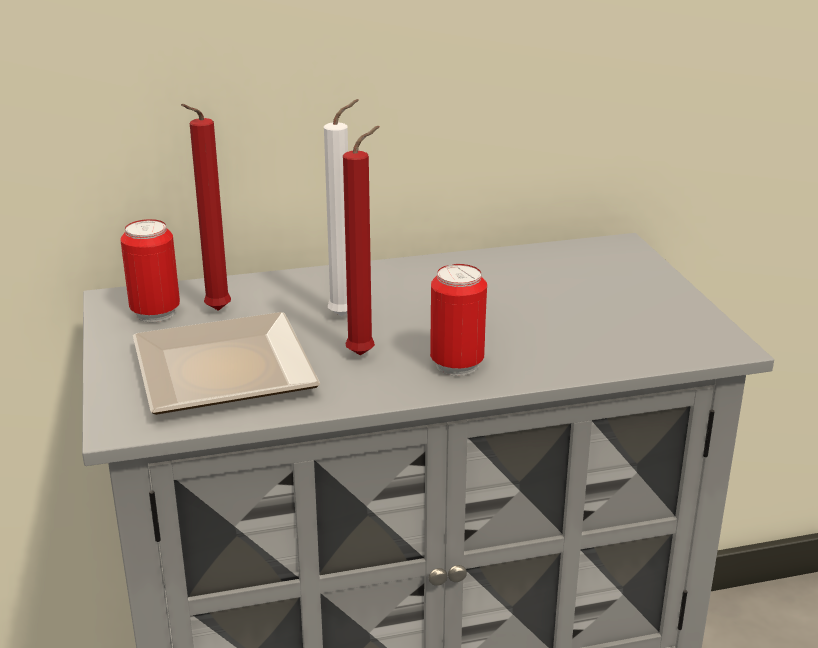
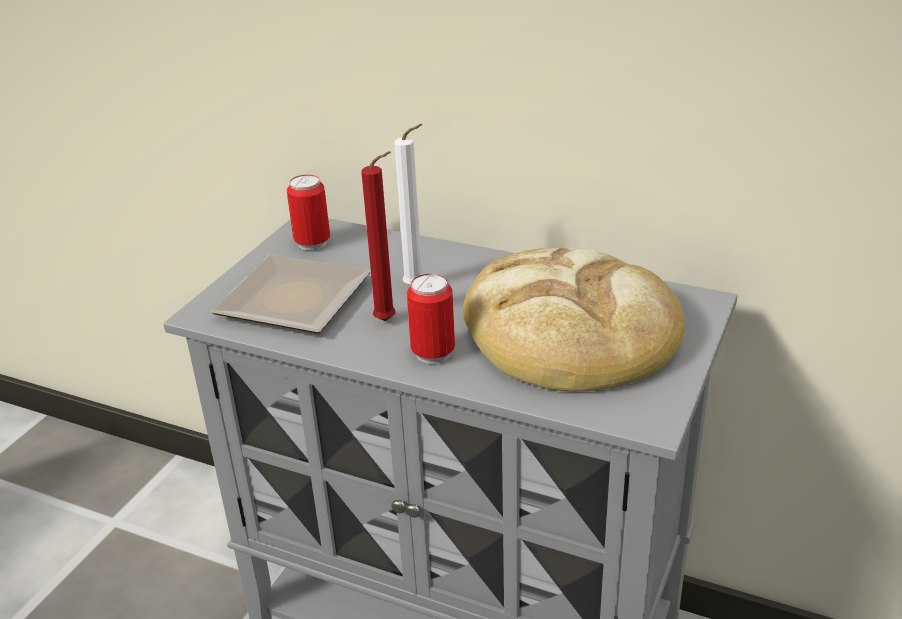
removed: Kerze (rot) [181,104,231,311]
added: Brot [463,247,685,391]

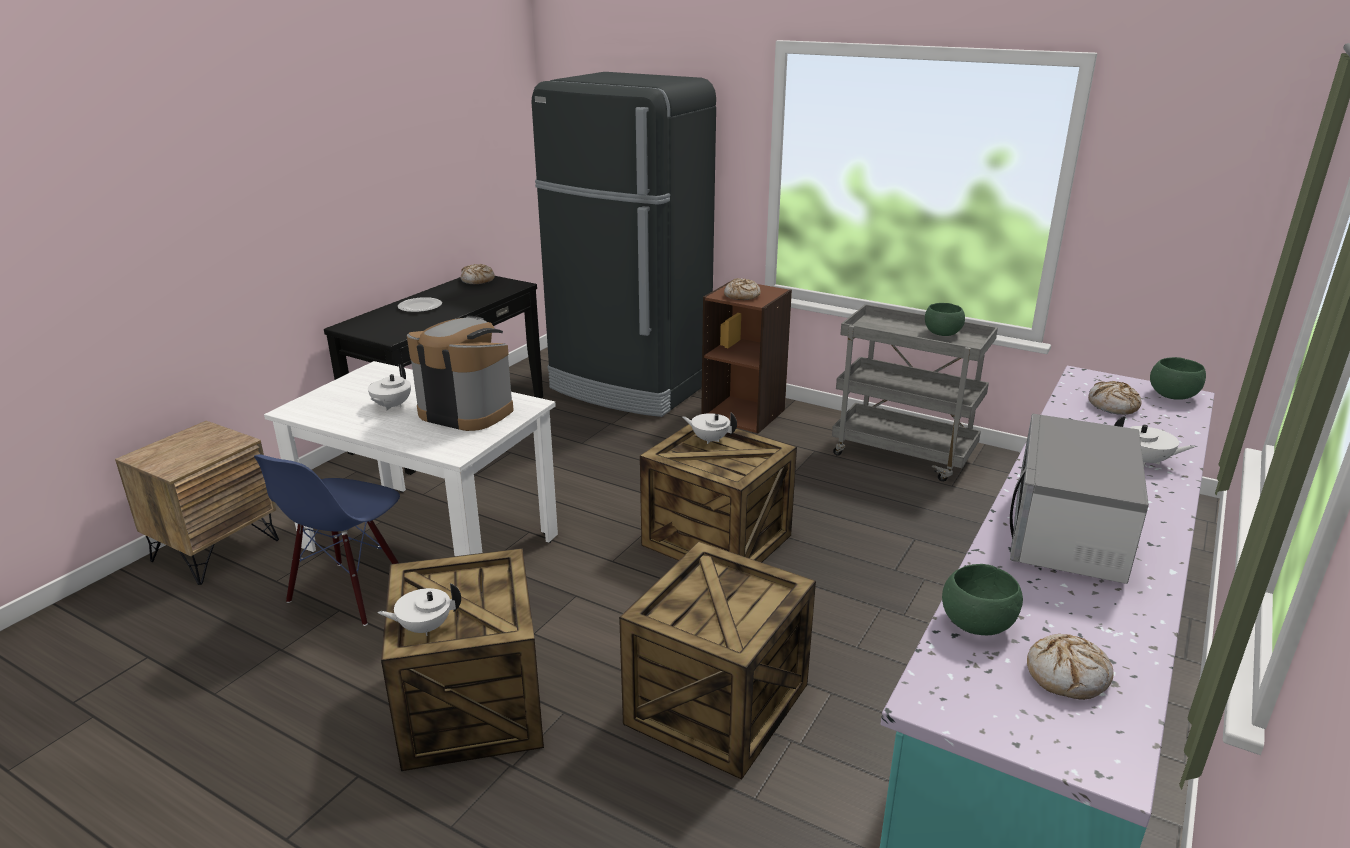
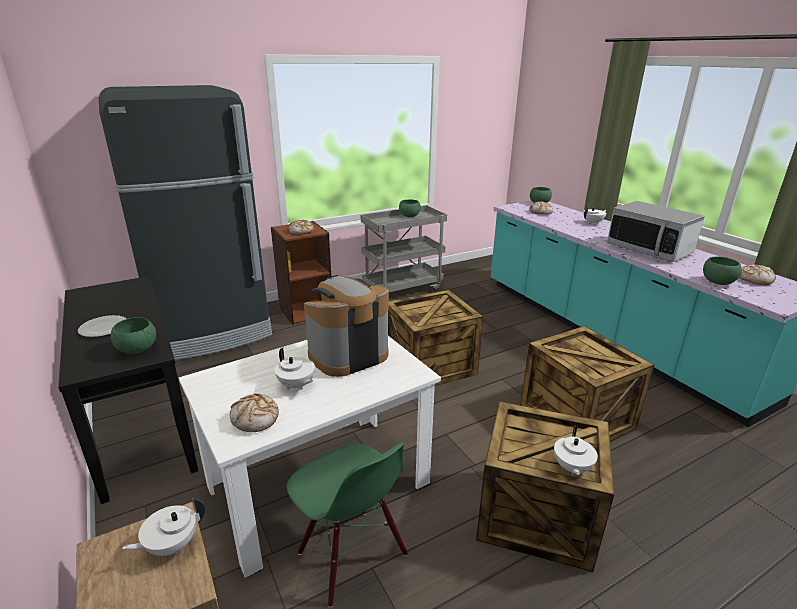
added: Schüssel (grün) [111,317,156,354]
moved: Brot [461,264,495,284] to [230,394,279,432]; Teekanne (weiß) [683,413,737,444] to [122,499,205,556]
recoloured: Stuhl (blau) [254,454,400,626] to Stuhl (grün) [286,443,408,607]

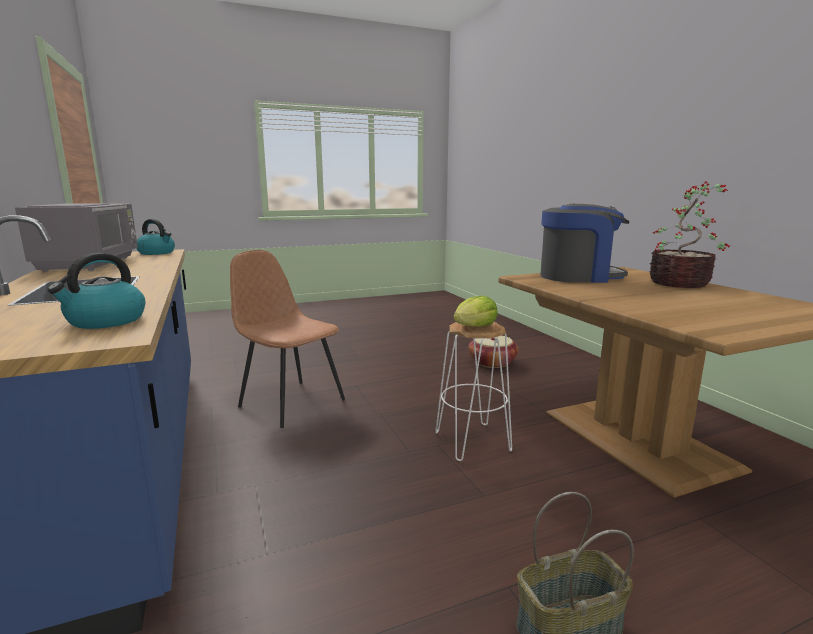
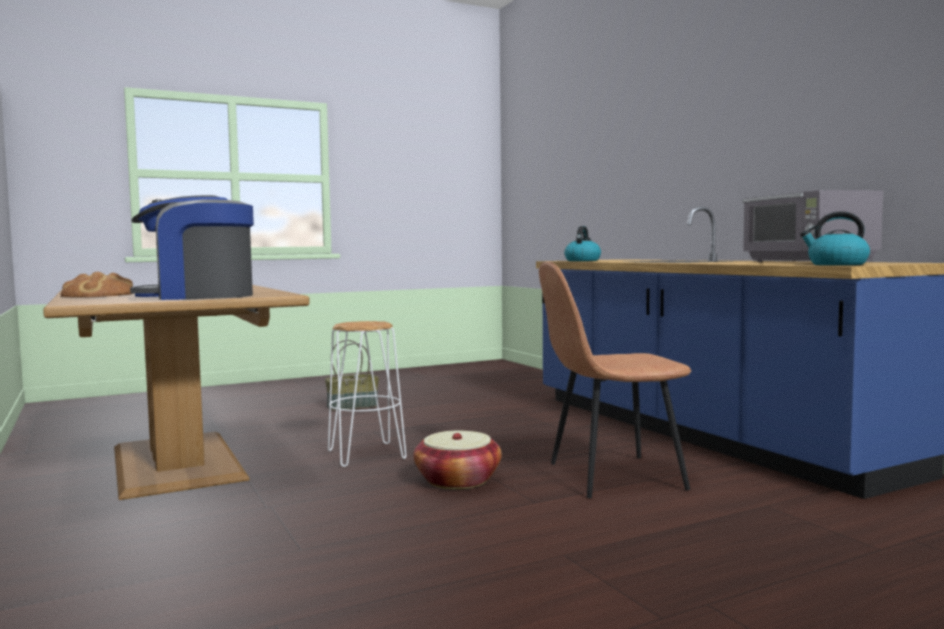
removed: Salatkopf [453,296,498,327]
moved: Korb [469,335,518,368] to [413,431,502,489]
replaced: Topfpflanze [650,181,730,288] to Brot [61,271,134,298]
turned: Stuhl (braun) [230,250,345,428] = [539,262,691,498] 135 degrees clockwise

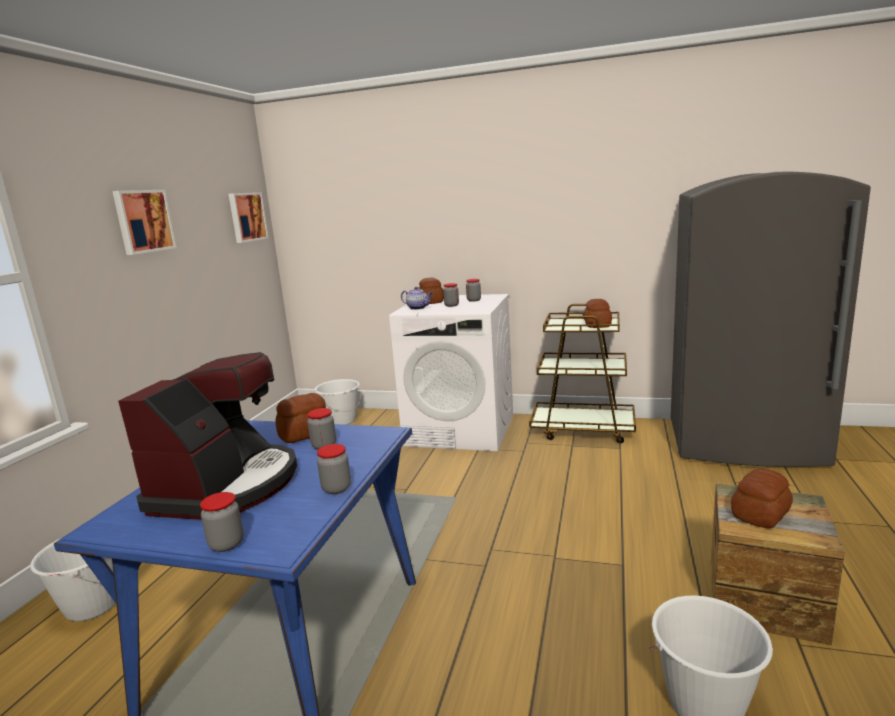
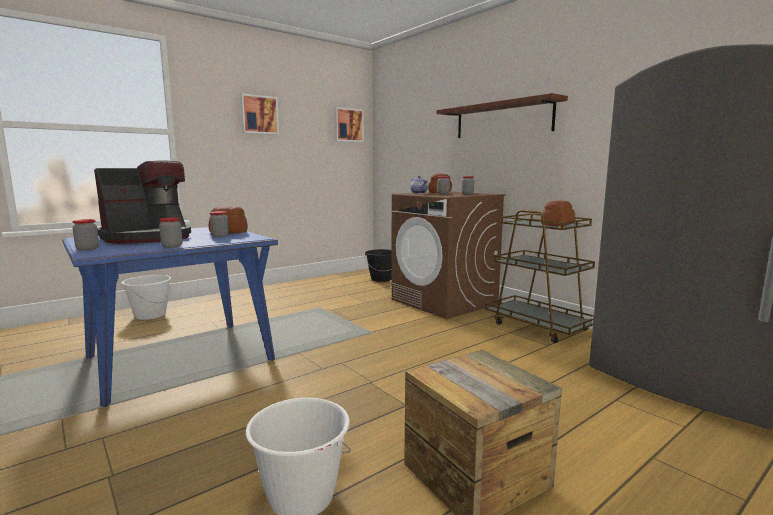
removed: Brot [731,468,793,529]
added: Wandregal (braun) [437,93,568,138]
recoloured: Waschmaschine (weiß) [389,294,513,451] to Waschmaschine (braun) [391,192,506,319]; Eimer (weiß) [315,379,361,425] to Eimer (schwarz) [365,249,392,282]

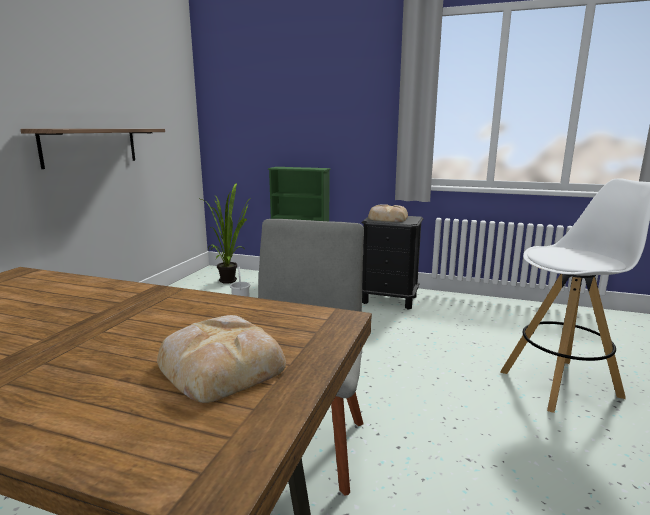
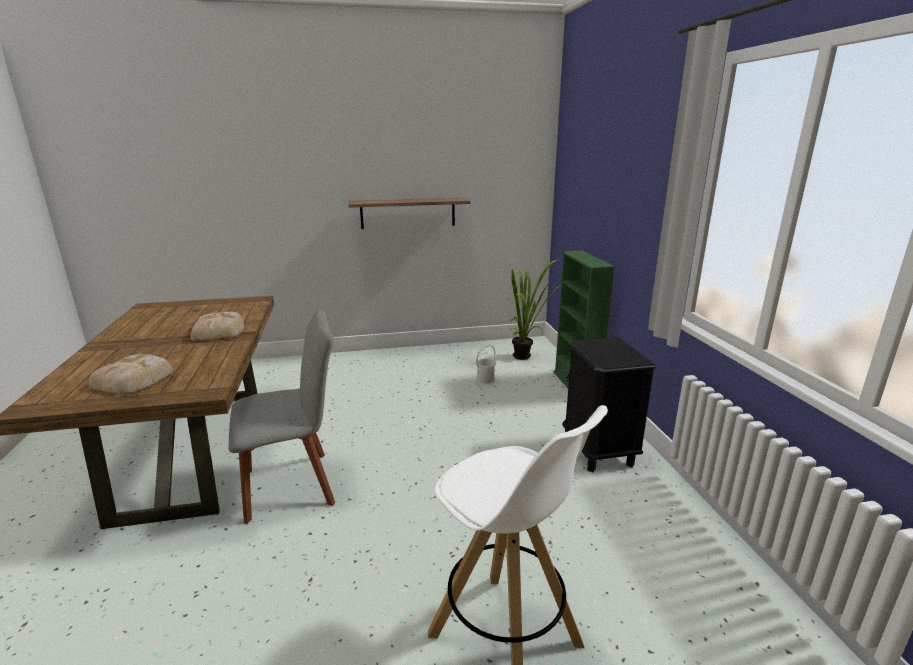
moved: Brot [368,204,408,222] to [191,312,244,341]

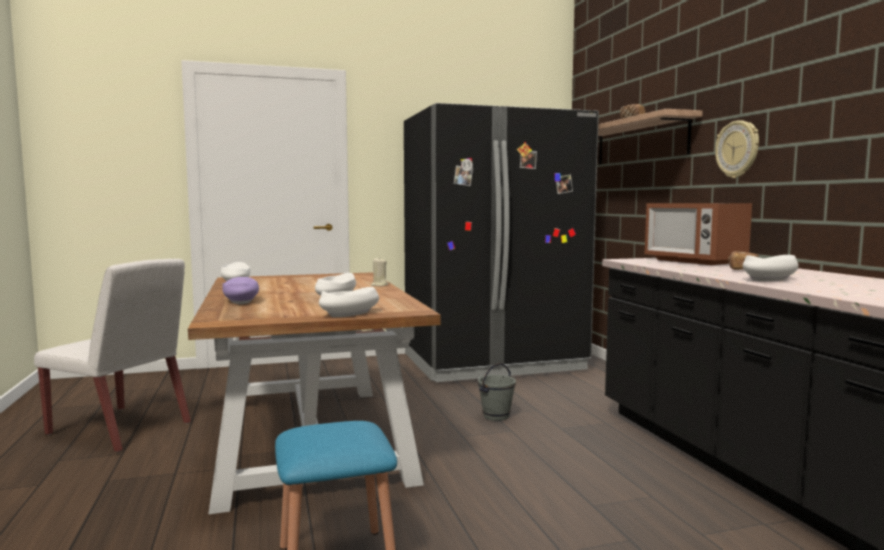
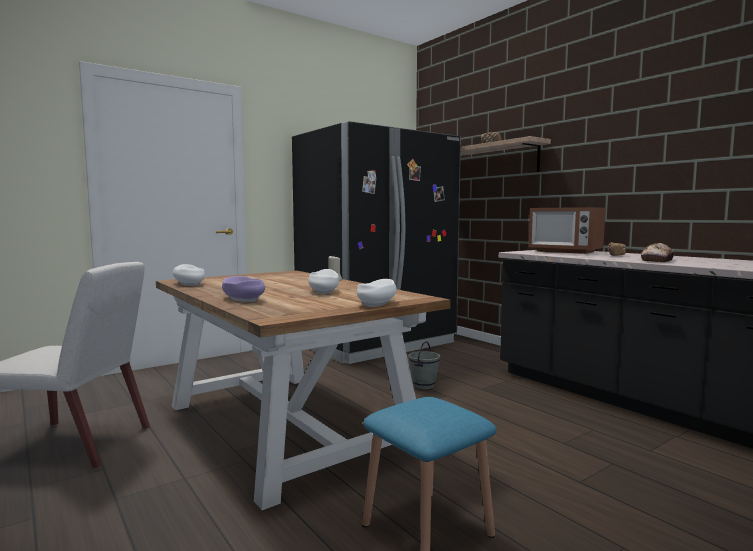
removed: Wanduhr [715,120,759,178]
replaced: Schüssel (weiß) [743,255,799,281] to Brot [641,243,675,262]

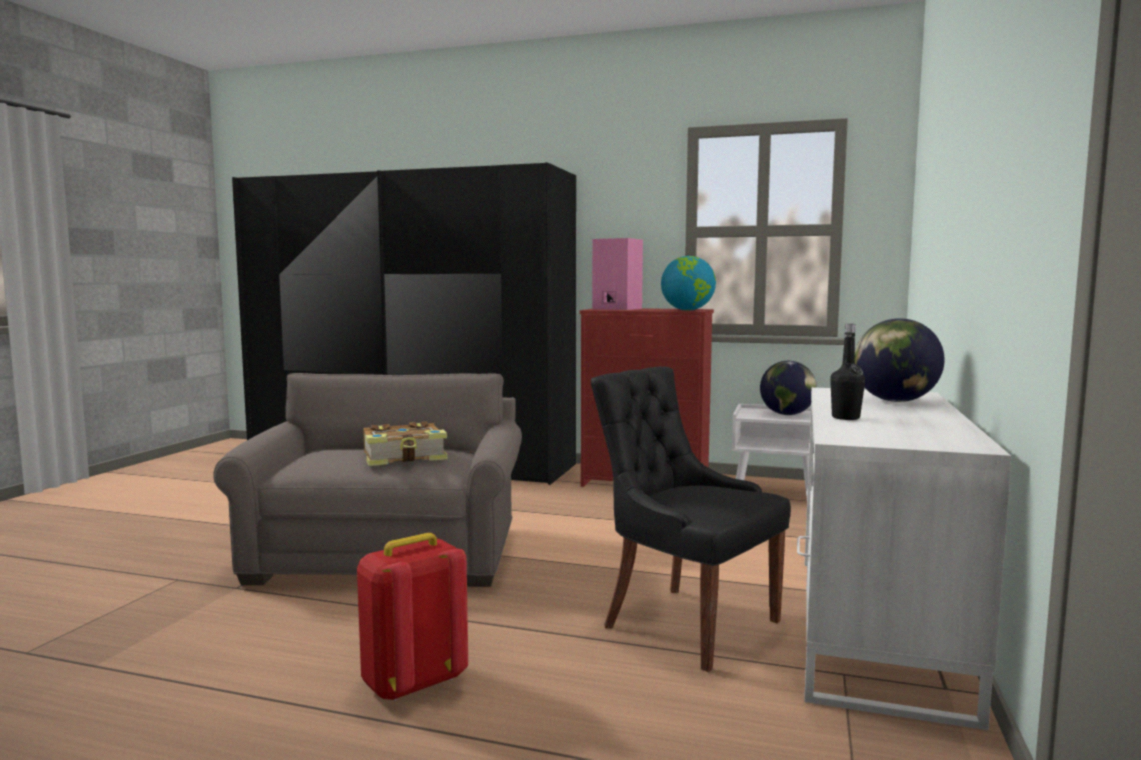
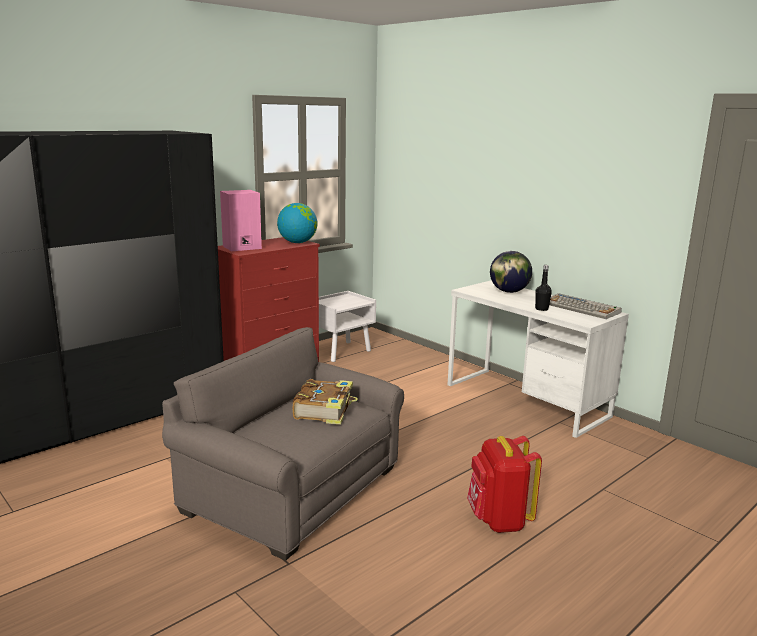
removed: Globus [760,361,817,415]; Stuhl (schwarz) [590,366,791,672]
added: Tastatur [549,293,622,319]

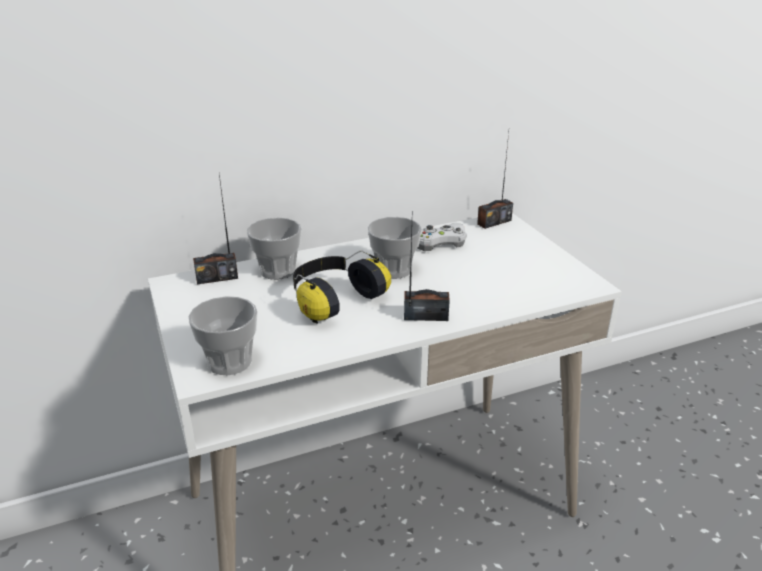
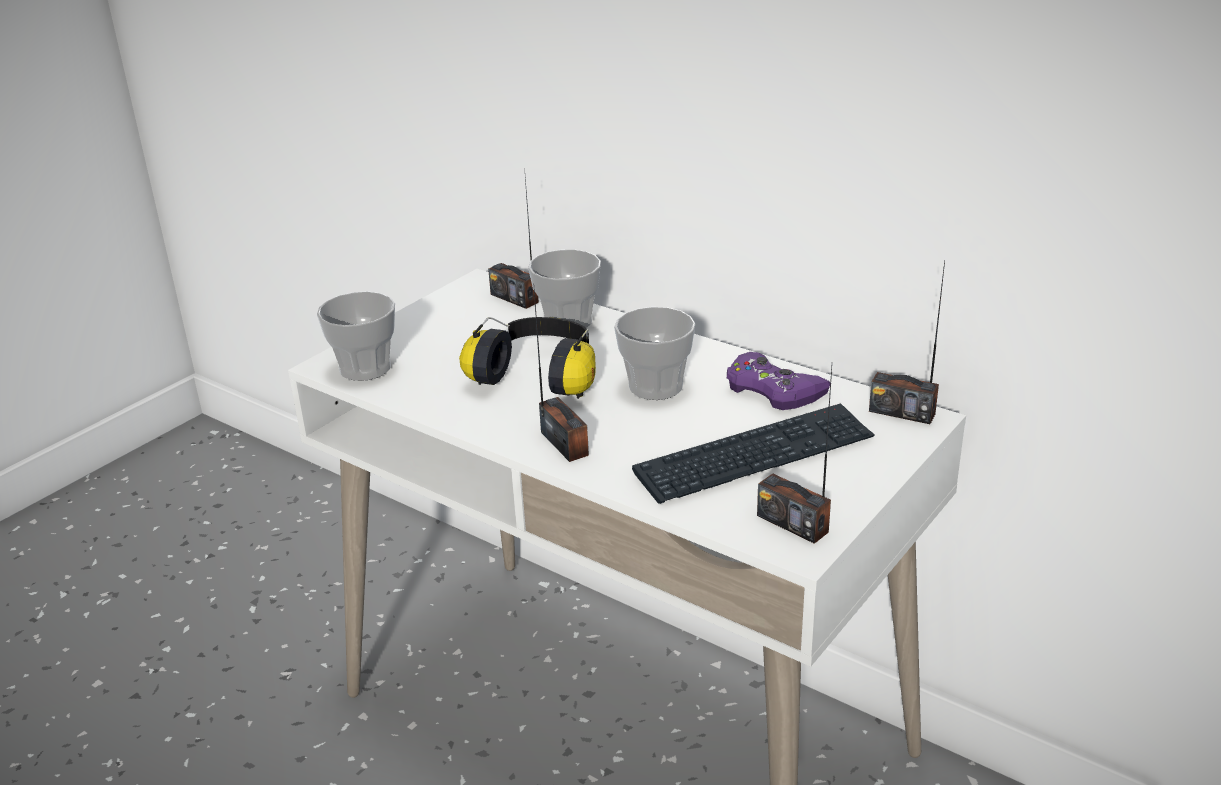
added: Radio [757,367,832,544]; Tastatur [632,403,875,504]
recoloured: Gamepad (weiß) [417,223,467,251] to Gamepad (lila) [727,352,830,410]

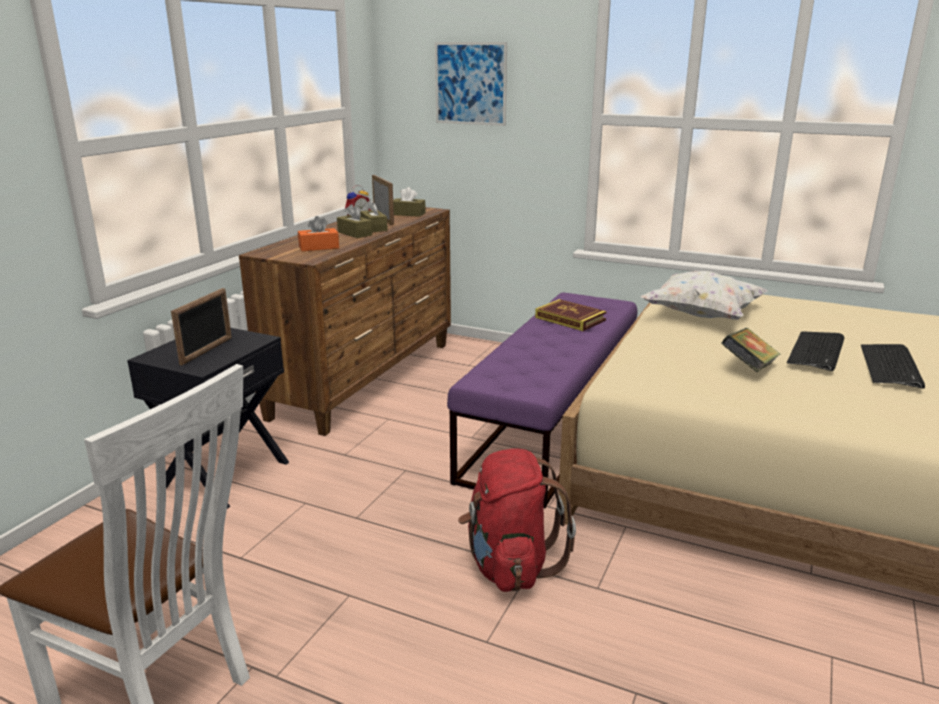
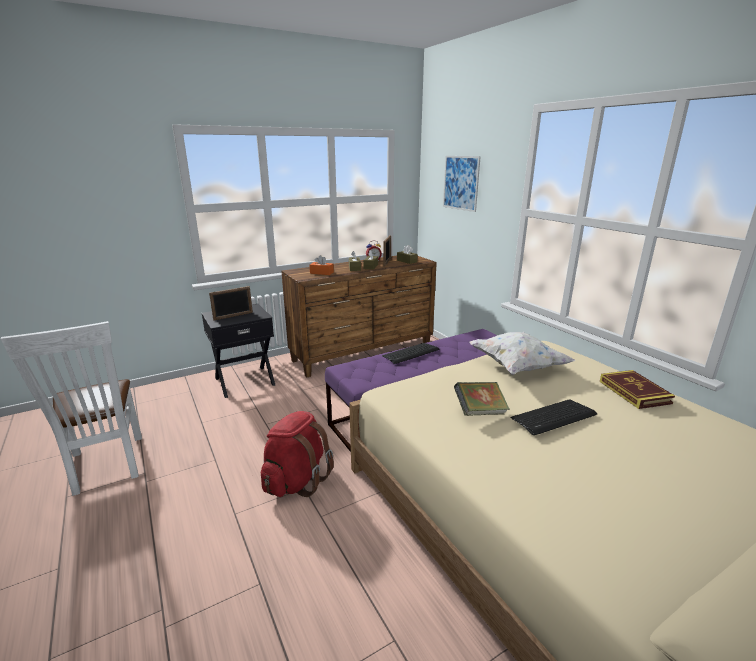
moved: Buch [535,299,607,331] to [600,370,675,409]; Tastatur [861,344,925,389] to [382,343,440,364]

